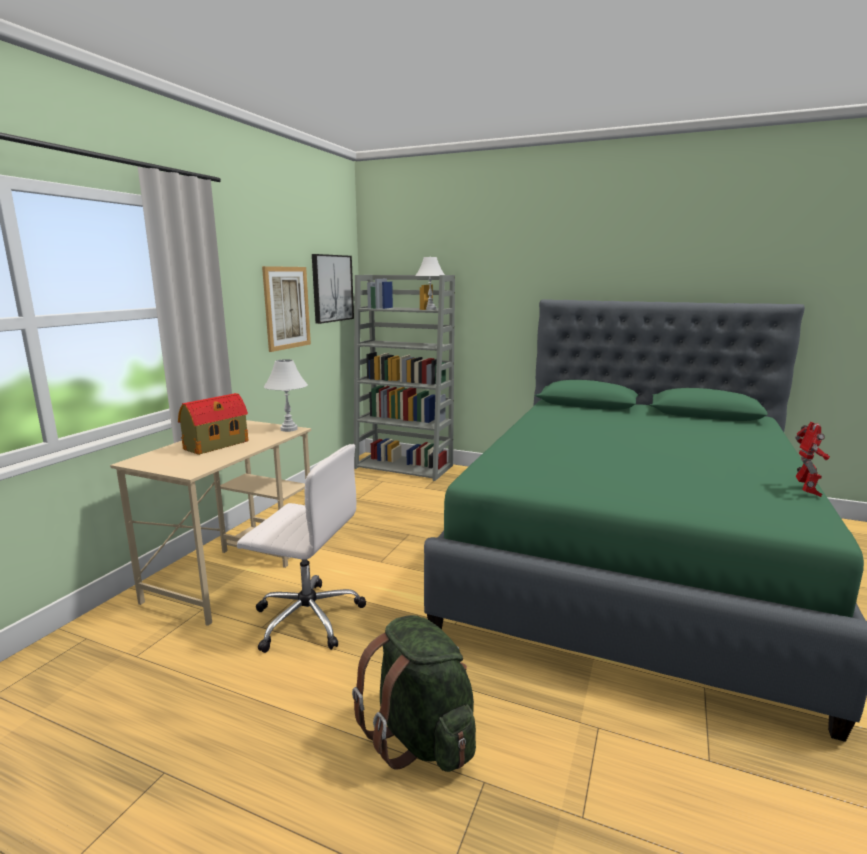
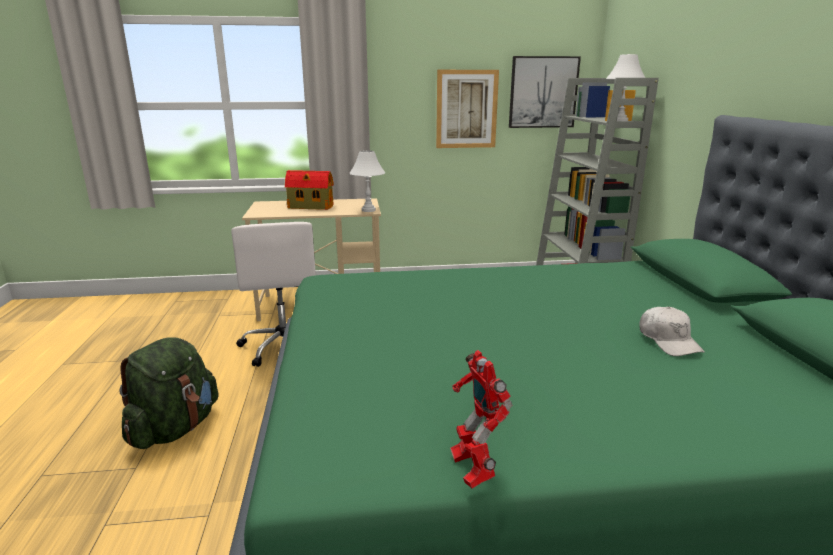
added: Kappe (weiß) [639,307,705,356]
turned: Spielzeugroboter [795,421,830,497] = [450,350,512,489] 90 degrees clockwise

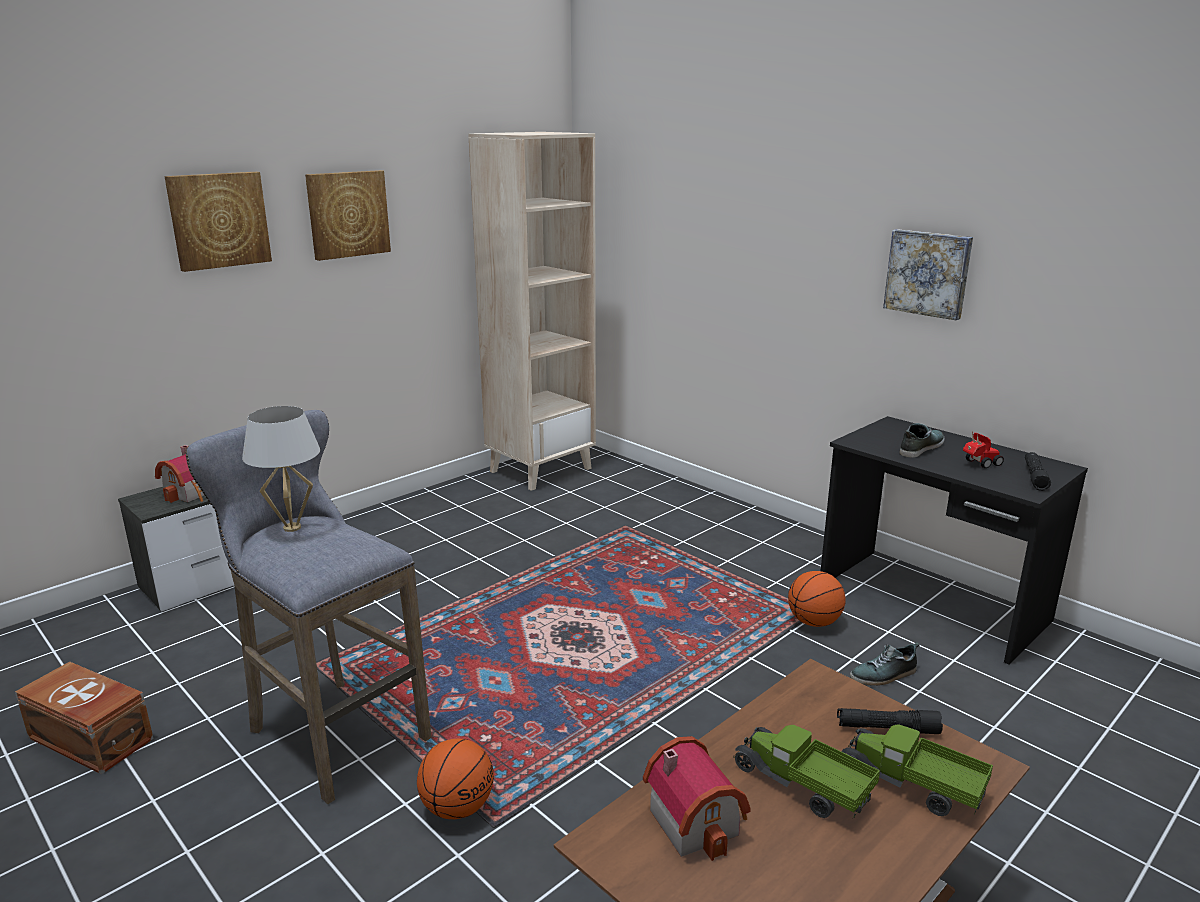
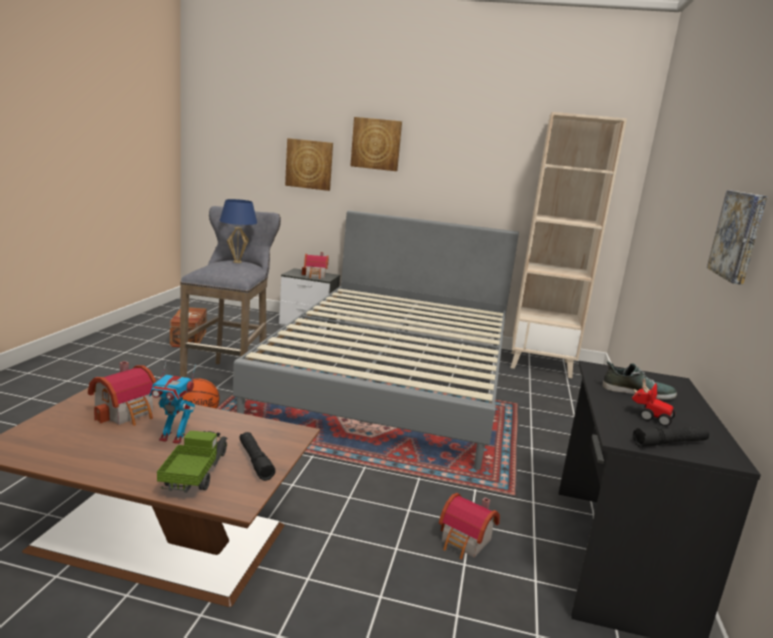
removed: Basketball [788,571,846,627]
added: Bett (grau) [233,210,519,470]
moved: Bild [305,170,391,261] to [285,138,333,191]
replaced: Schuh [850,642,919,686] to Spielzeughaus [439,493,500,559]; Spielzeuglaster [733,725,880,818] to Spielzeugroboter [149,360,196,444]
recoloured: Tischlampe (weiß) [242,406,320,532] to Tischlampe (blau) [219,199,257,263]

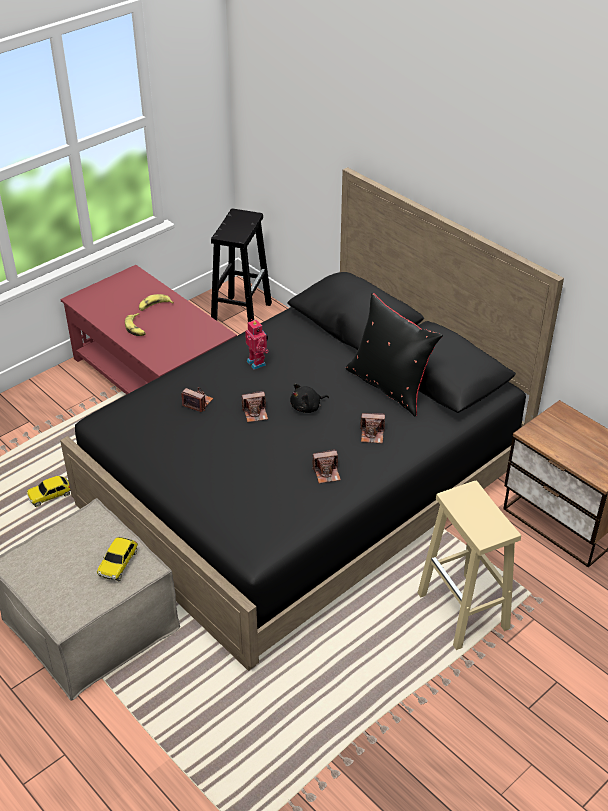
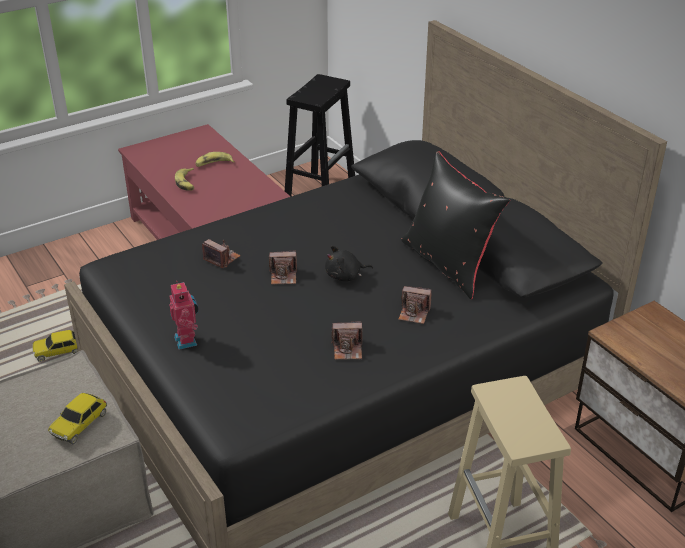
moved: Spielzeugroboter [245,319,269,370] to [169,281,199,350]

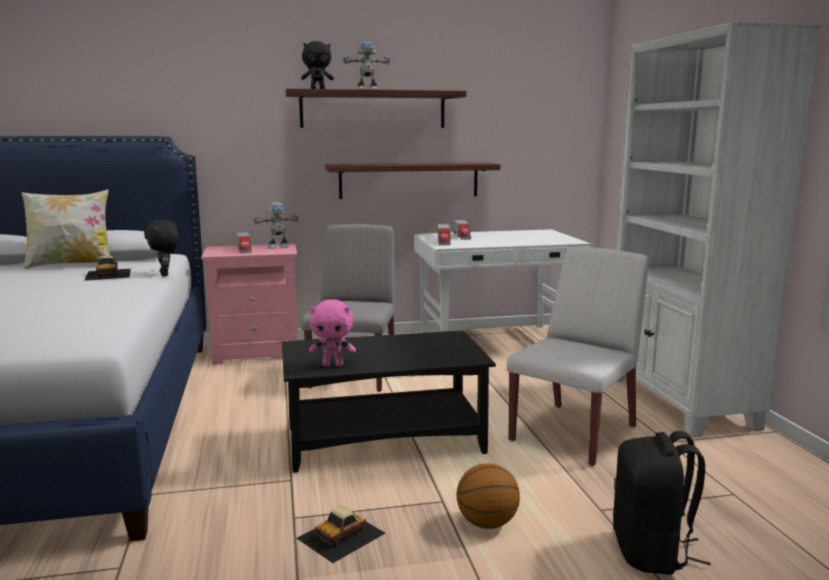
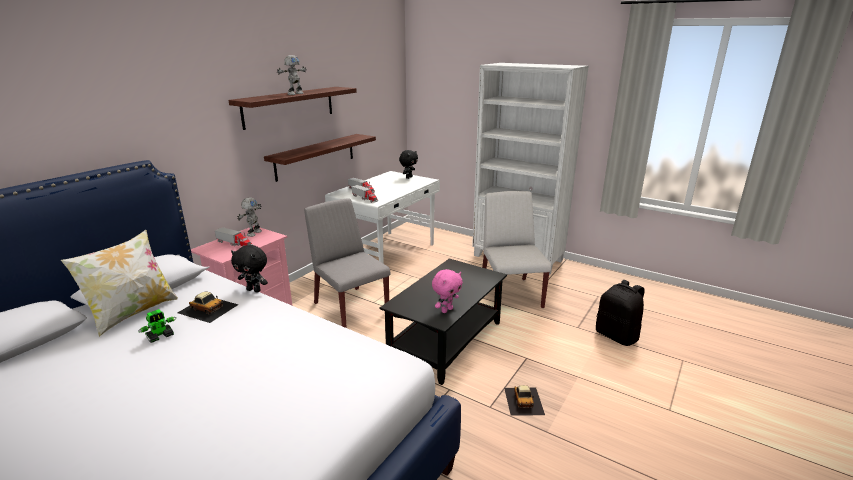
removed: Basketball [456,463,520,529]
added: Spielzeugroboter [138,309,176,343]
moved: Plüschtier (schwarz) [301,41,334,89] to [399,150,418,179]

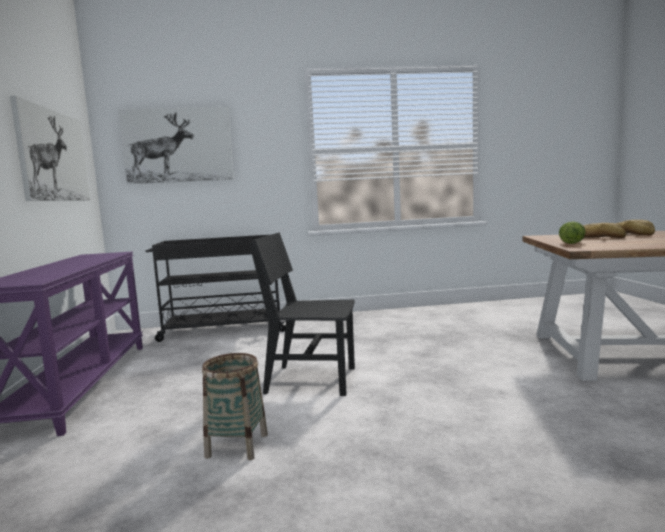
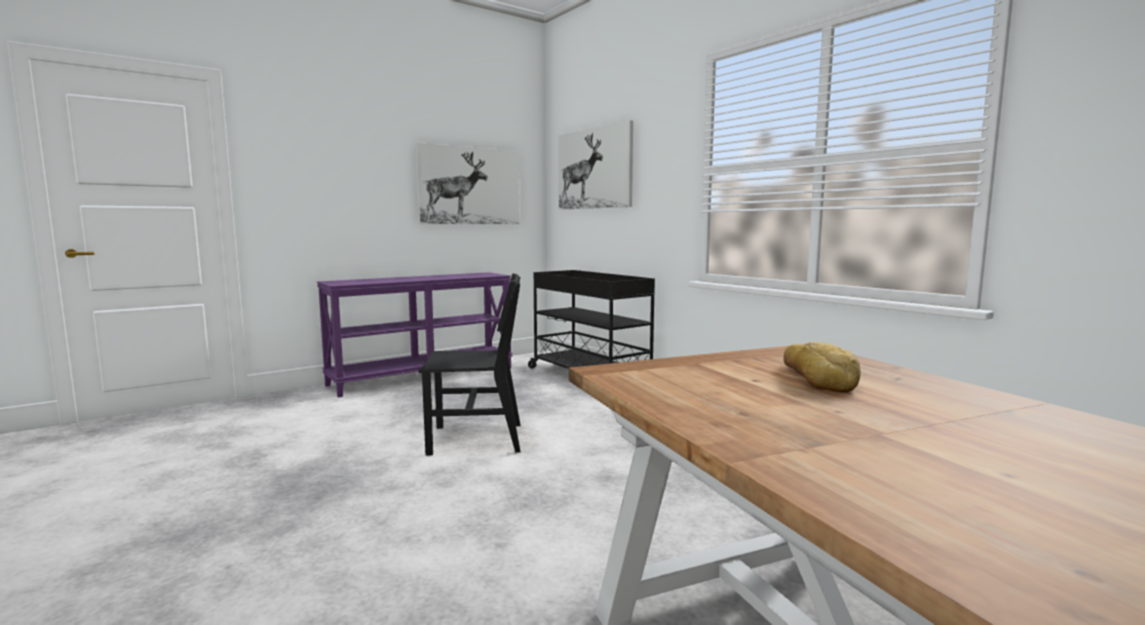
removed: Brot [615,220,655,236]; Salatkopf [559,221,586,244]; Korb [202,353,268,460]
turned: Stuhl (schwarz) [249,232,355,396] = [418,273,521,456] 105 degrees clockwise

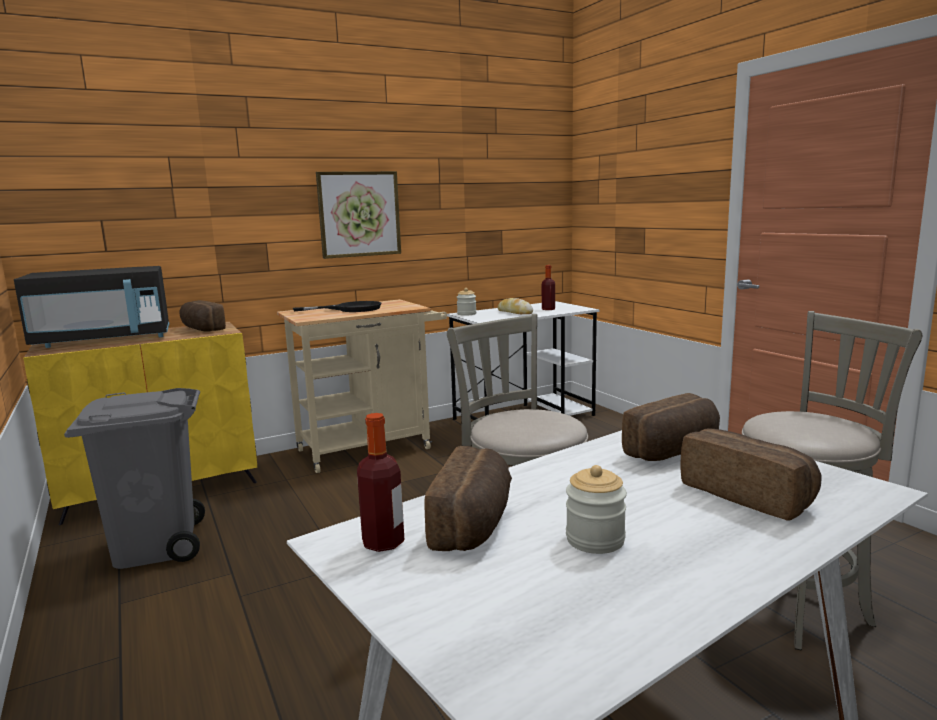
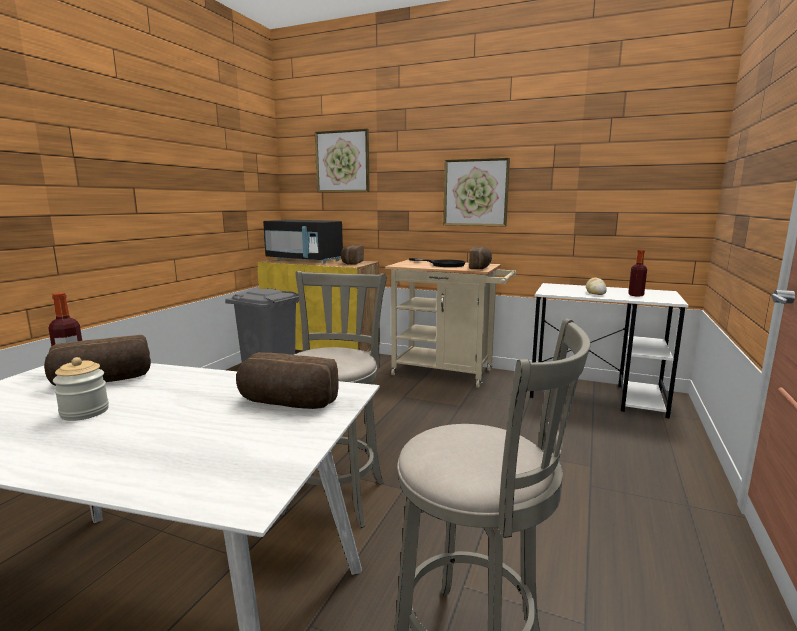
removed: Vorratsglas [457,288,476,316]
added: Bild [315,129,370,192]
moved: Brot [680,428,822,521] to [469,247,492,269]

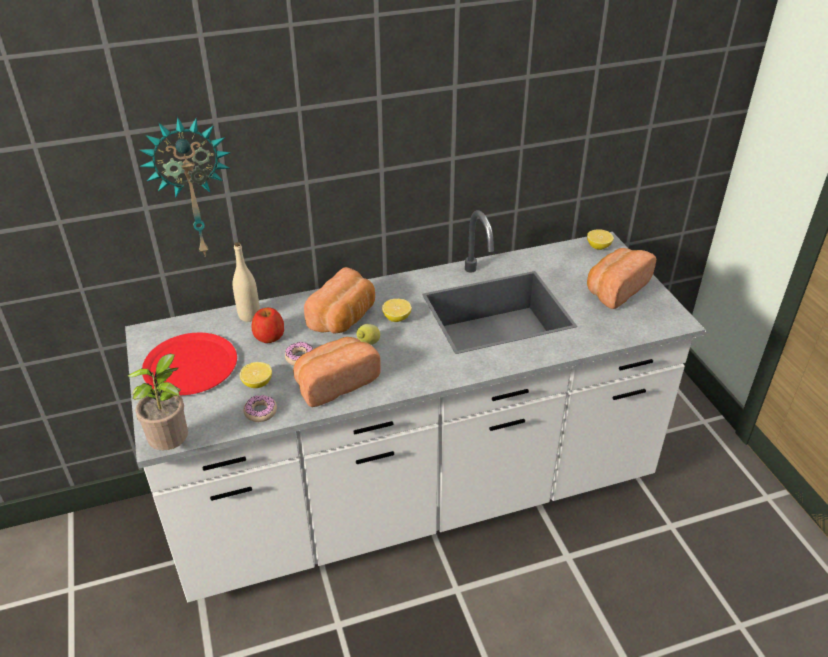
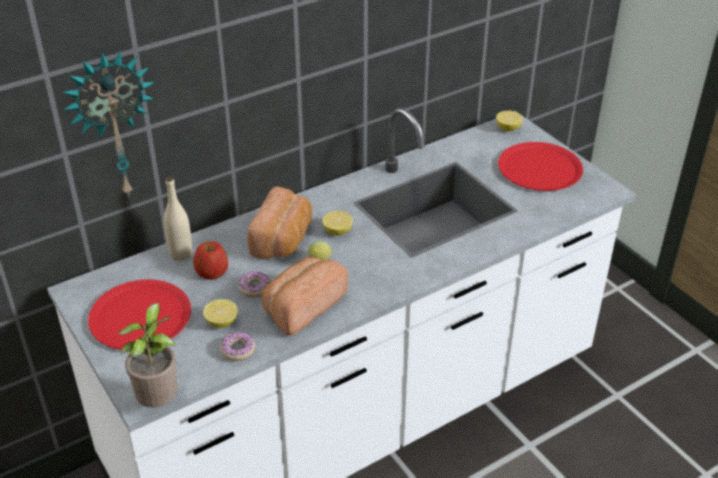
replaced: Brot [587,248,656,309] to Teller (rot) [498,142,583,191]

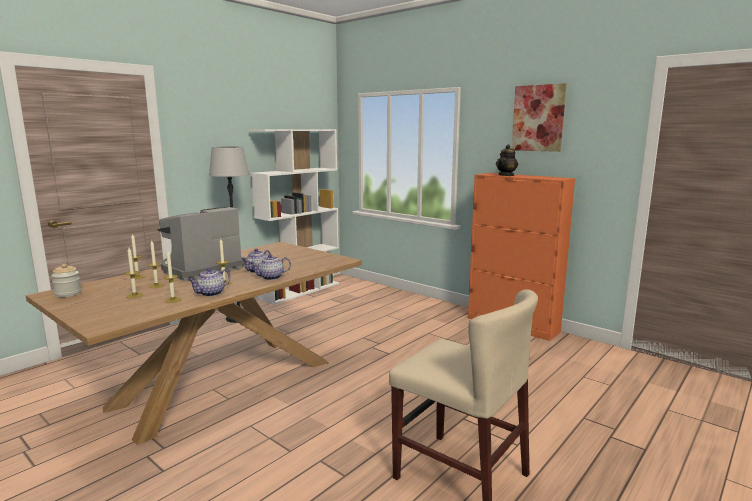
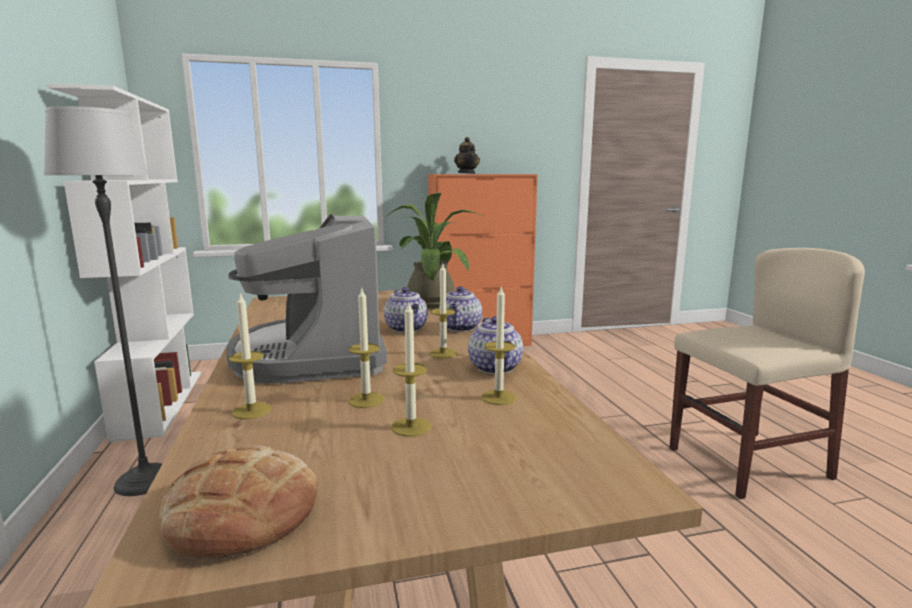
removed: Bild [511,83,567,152]
added: Topfpflanze [384,193,484,309]
replaced: Vorratsglas [51,264,81,297] to Brot [159,445,318,559]

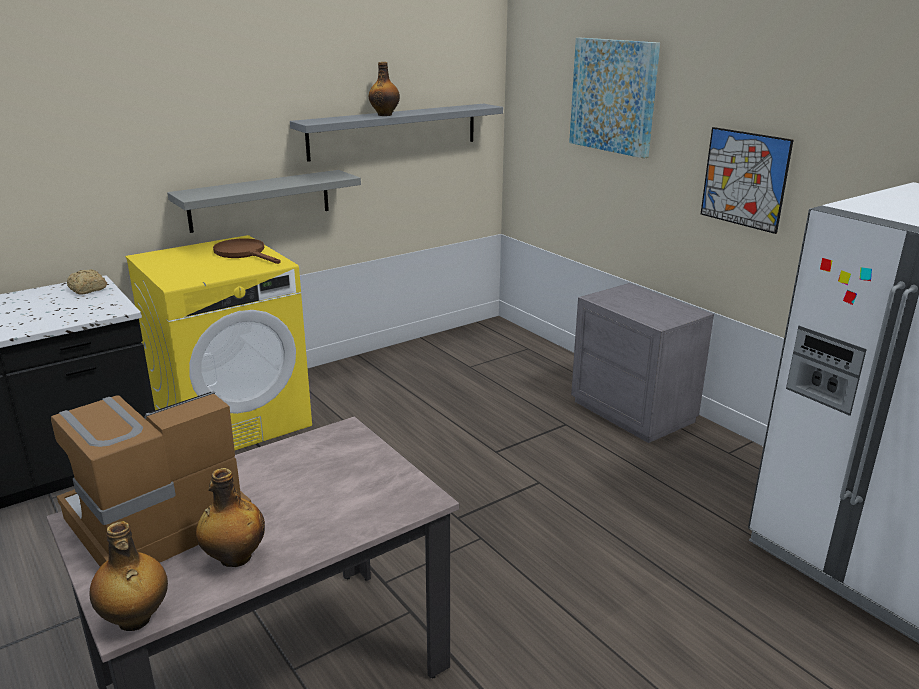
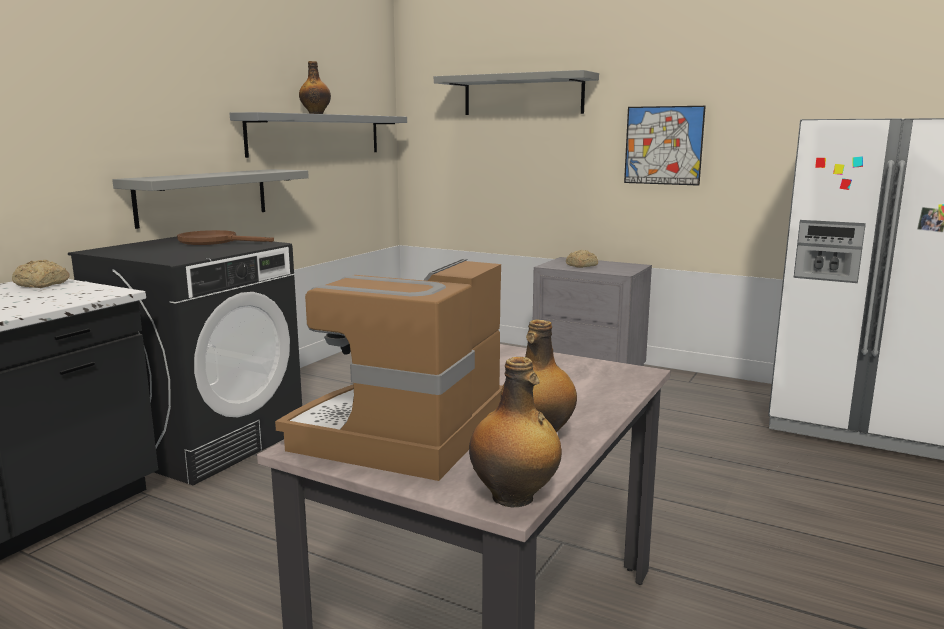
added: Brot [566,250,598,268]
replaced: Bild [569,38,660,158] to Wandregal (grau) [434,70,599,115]
recoloured: Waschmaschine (gelb) [125,235,312,450] to Waschmaschine (schwarz) [68,237,302,485]

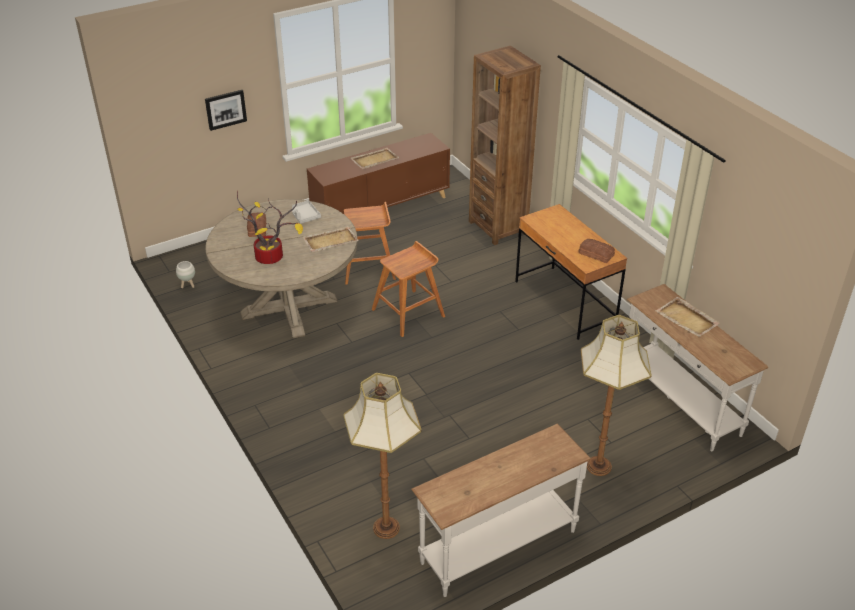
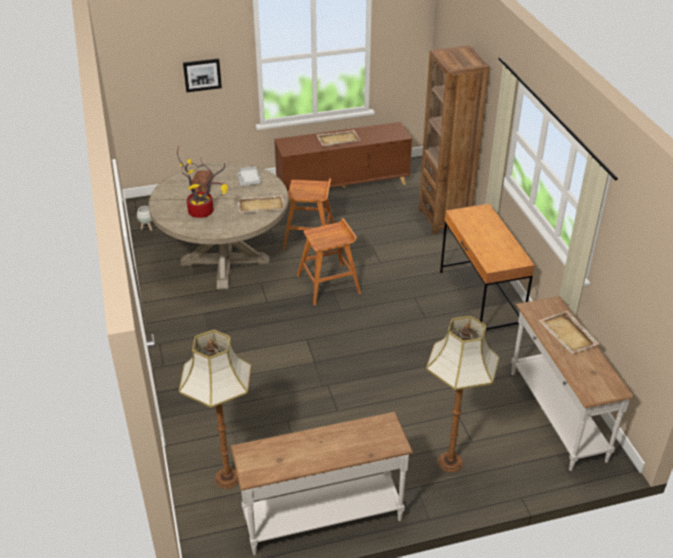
removed: Brot [579,239,615,263]

